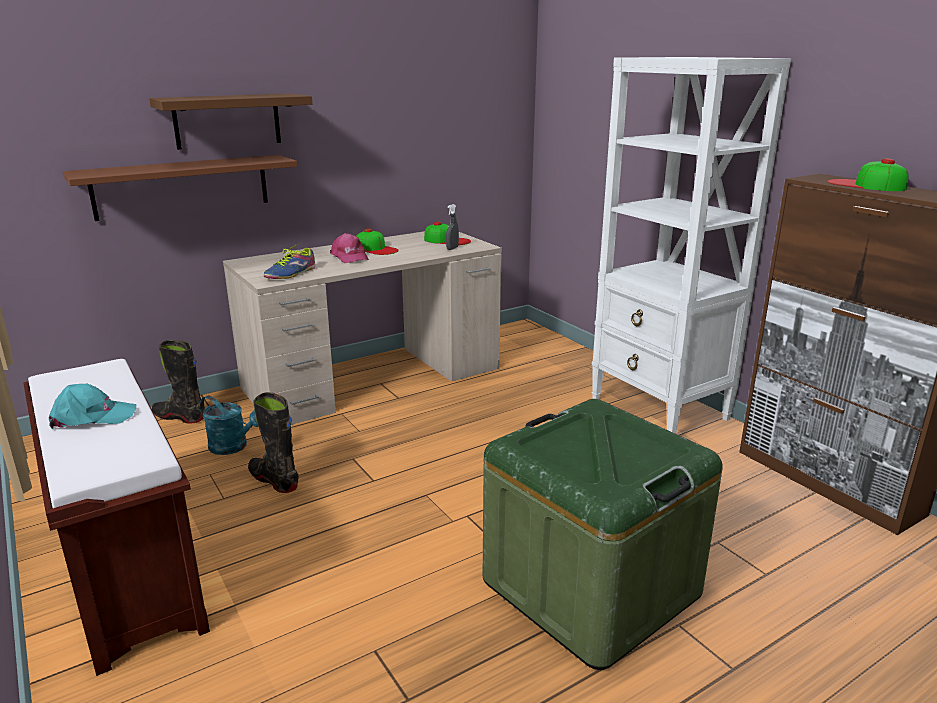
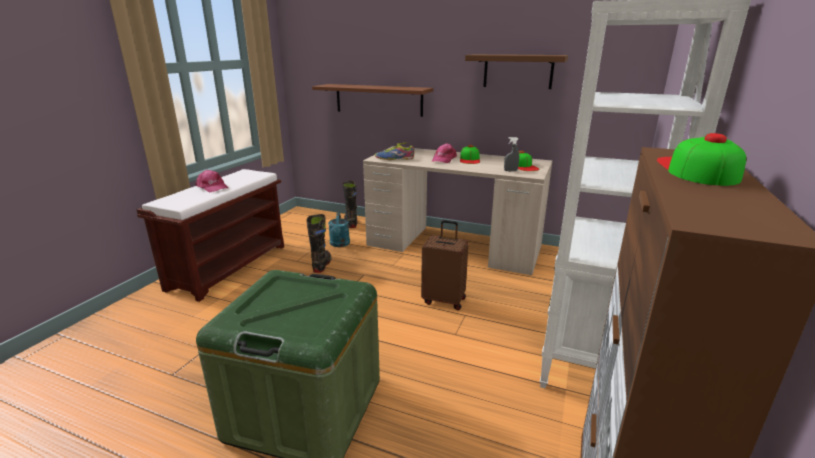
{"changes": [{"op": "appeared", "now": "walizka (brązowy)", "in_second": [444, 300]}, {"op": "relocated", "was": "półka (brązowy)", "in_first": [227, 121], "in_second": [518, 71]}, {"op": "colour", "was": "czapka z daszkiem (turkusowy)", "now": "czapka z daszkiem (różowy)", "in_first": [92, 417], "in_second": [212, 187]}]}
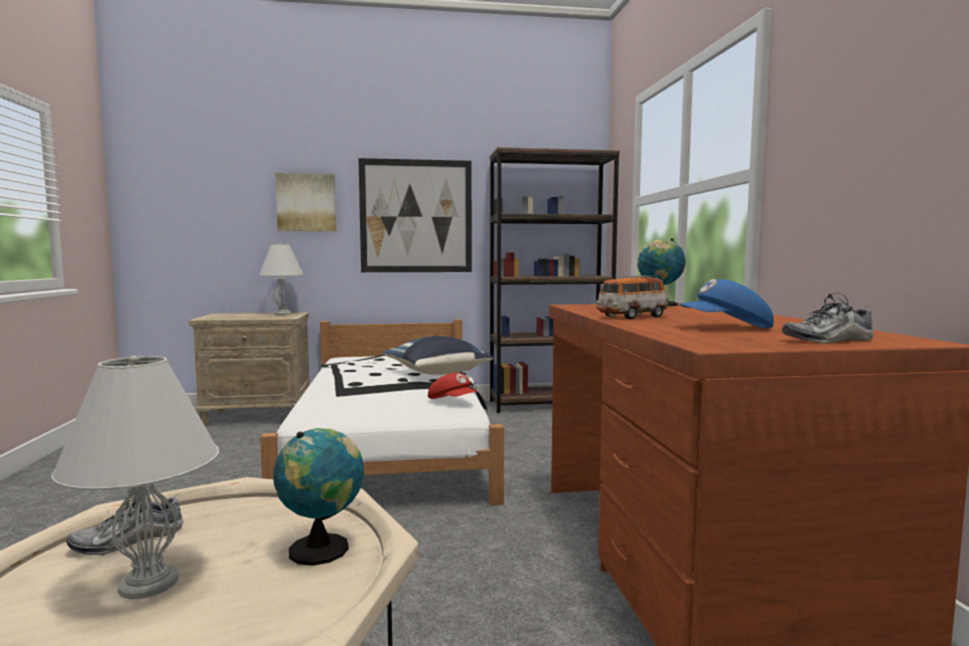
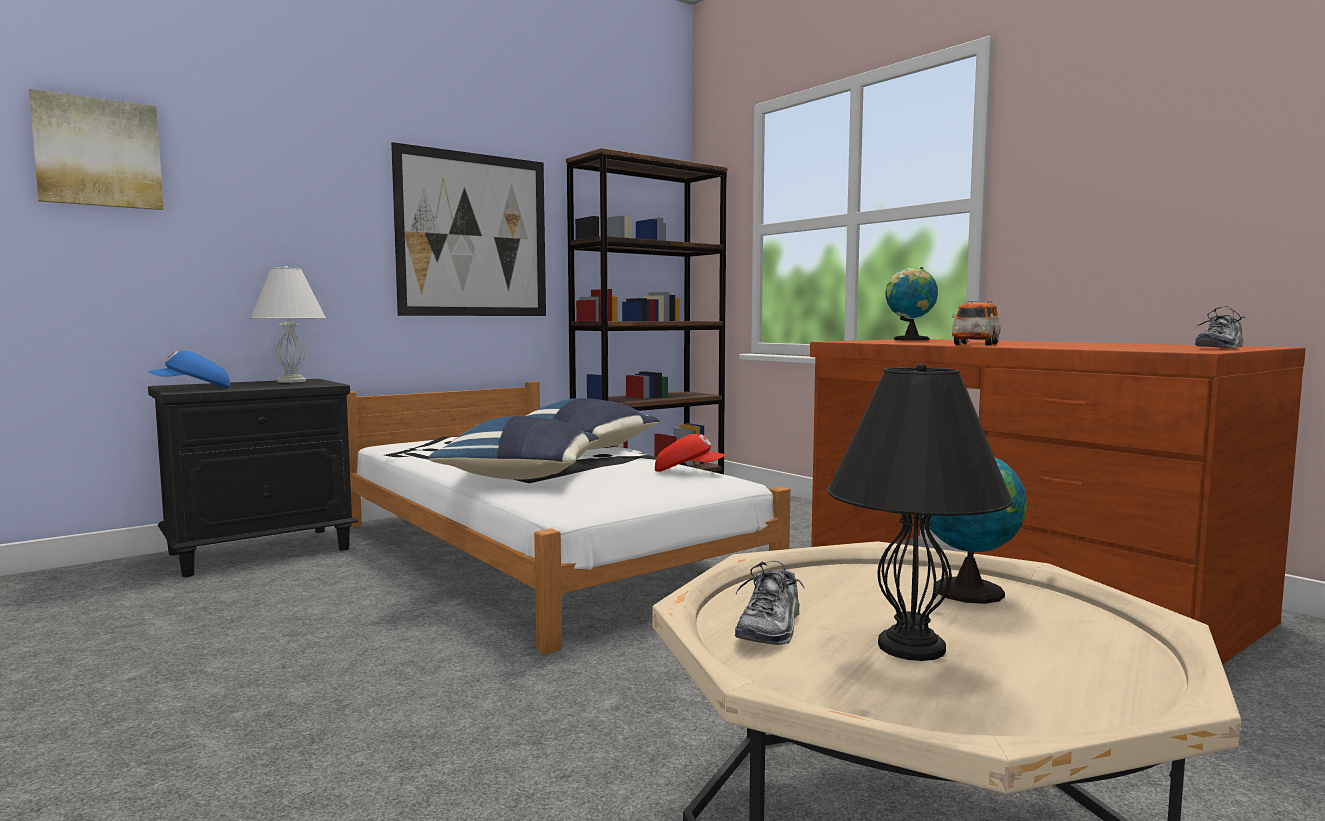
{"changes": [{"op": "appeared", "now": "poduszka (niebieski)", "in_second": [522, 477]}, {"op": "relocated", "was": "obraz", "in_first": [306, 202], "in_second": [98, 153]}, {"op": "relocated", "was": "czapka z daszkiem (niebieski)", "in_first": [727, 328], "in_second": [192, 388]}, {"op": "colour", "was": "lampa stołowa (biały)", "now": "lampa stołowa (czarny)", "in_first": [147, 584], "in_second": [911, 648]}, {"op": "colour", "was": "szafka nocna (beżowy)", "now": "szafka nocna (czarny)", "in_first": [258, 416], "in_second": [262, 551]}]}
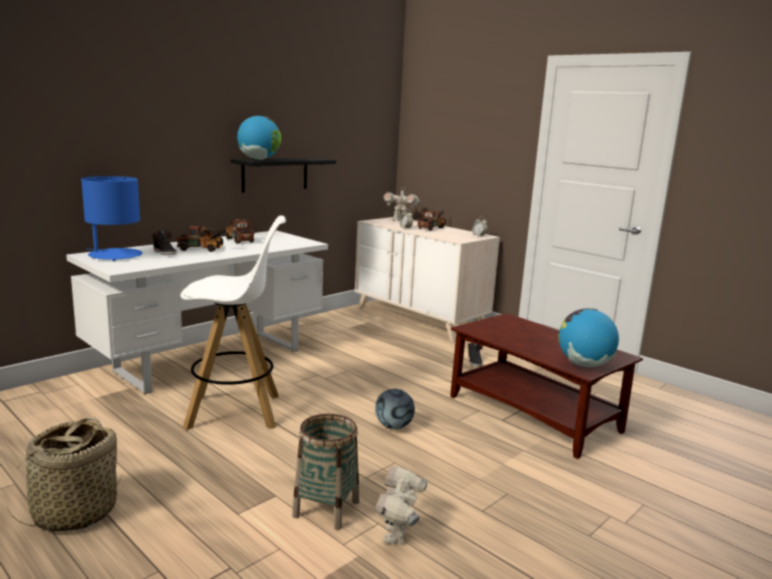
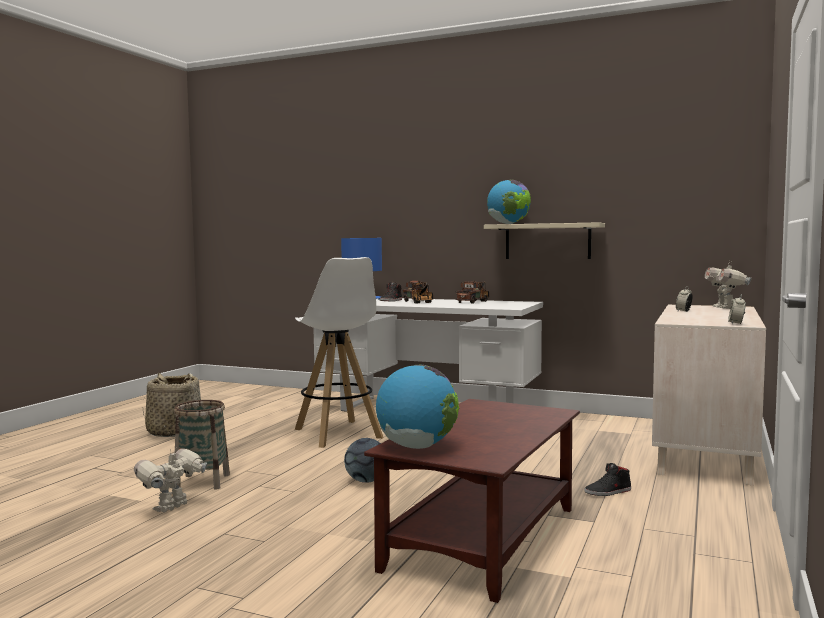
{"changes": [{"op": "missing", "was": "ciężarówka zabawkowa", "in_first": [432, 228]}, {"op": "colour", "was": "półka (czarny)", "now": "półka (beżowy)", "in_first": [275, 174], "in_second": [547, 241]}, {"op": "spun", "was": "robot zabawkowy", "in_first": [398, 535], "in_second": [172, 508], "clockwise": -45}]}
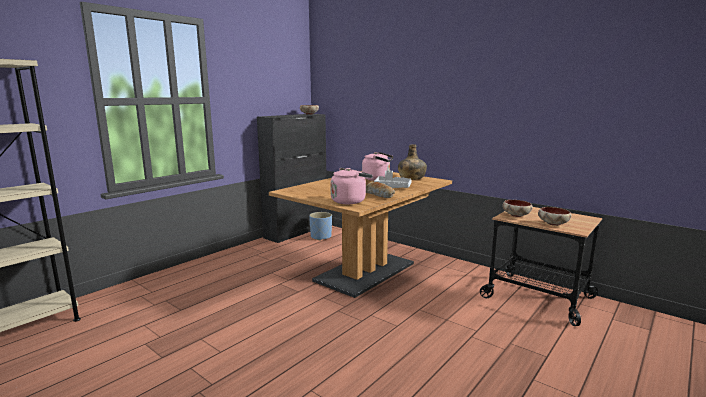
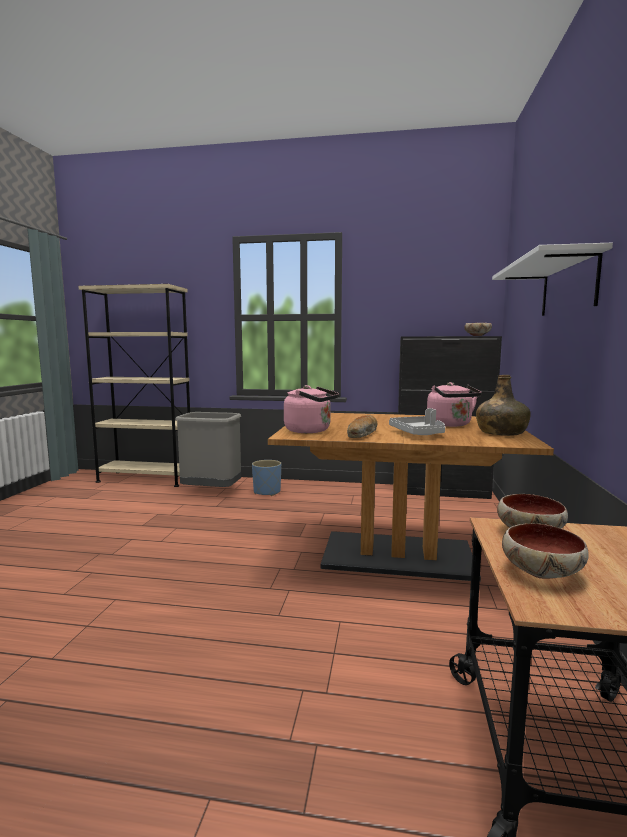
{"changes": [{"op": "appeared", "now": "kosz na śmieci (szary)", "in_second": [212, 491]}, {"op": "appeared", "now": "półka (biały)", "in_second": [568, 286]}, {"op": "relocated", "was": "donica (niebieski)", "in_first": [321, 237], "in_second": [267, 492]}]}
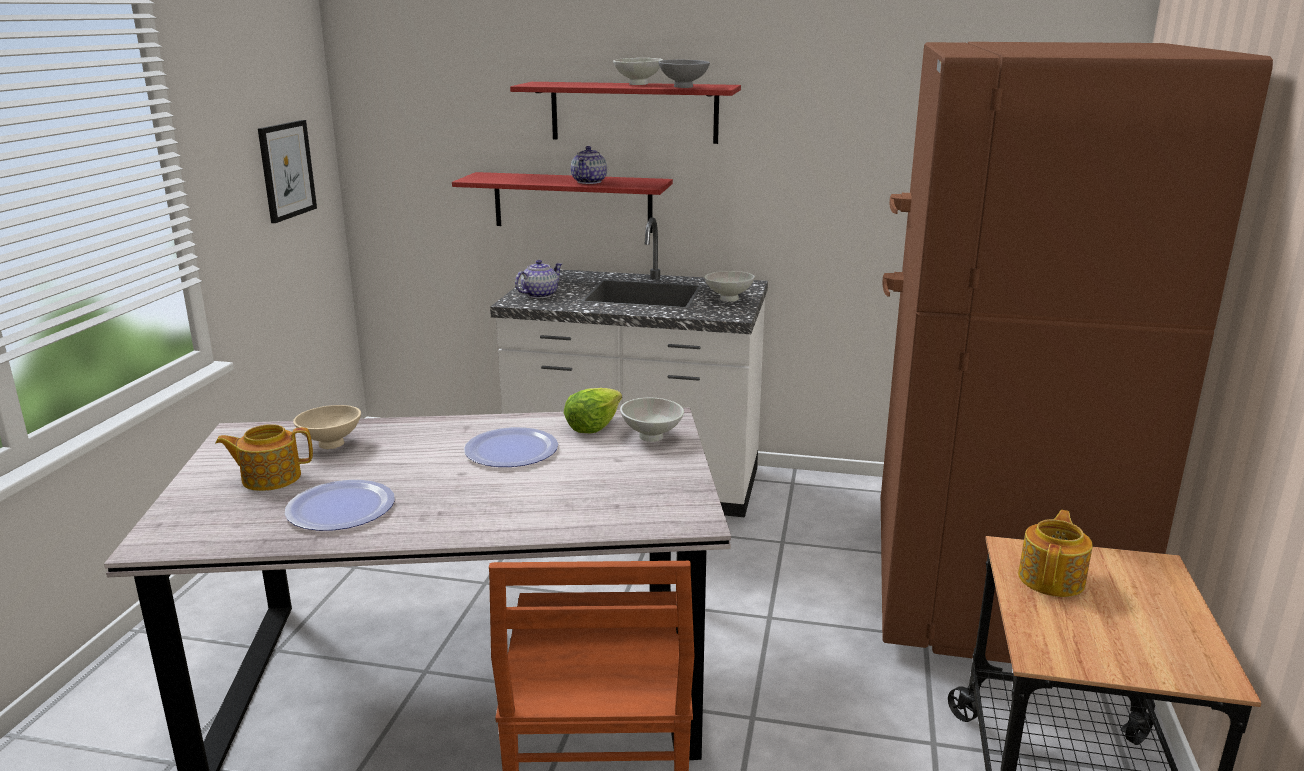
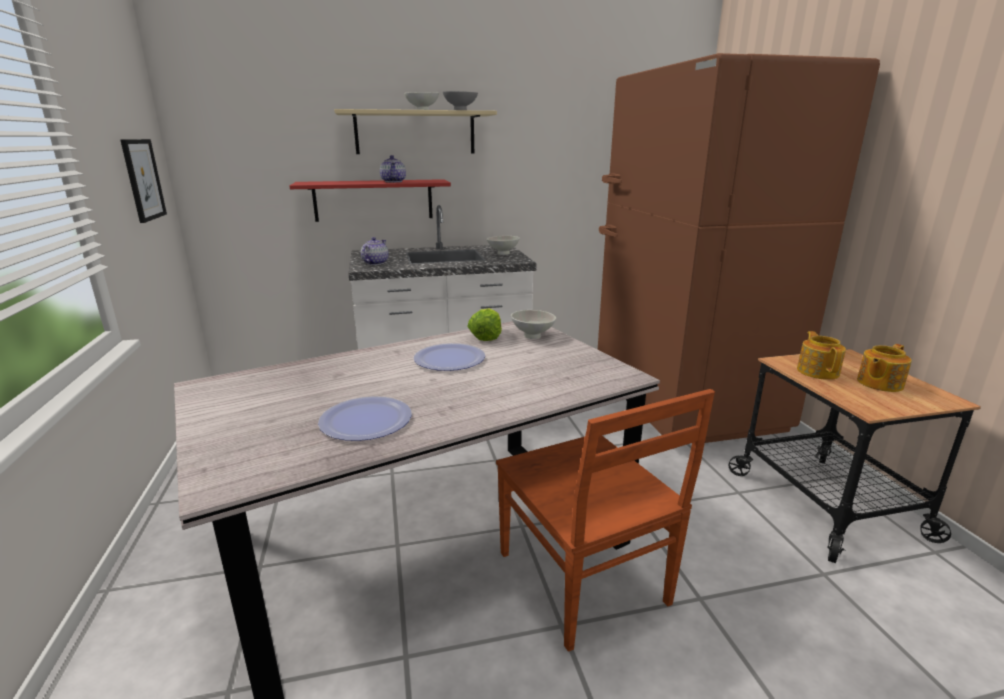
{"changes": [{"op": "missing", "was": "miska (beżowy)", "in_first": [329, 444]}, {"op": "relocated", "was": "imbryk", "in_first": [270, 478], "in_second": [878, 383]}, {"op": "colour", "was": "półka (czerwony)", "now": "półka (beżowy)", "in_first": [634, 112], "in_second": [415, 133]}]}
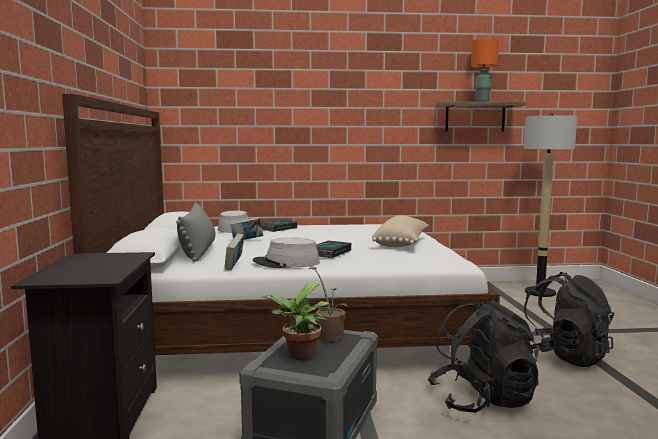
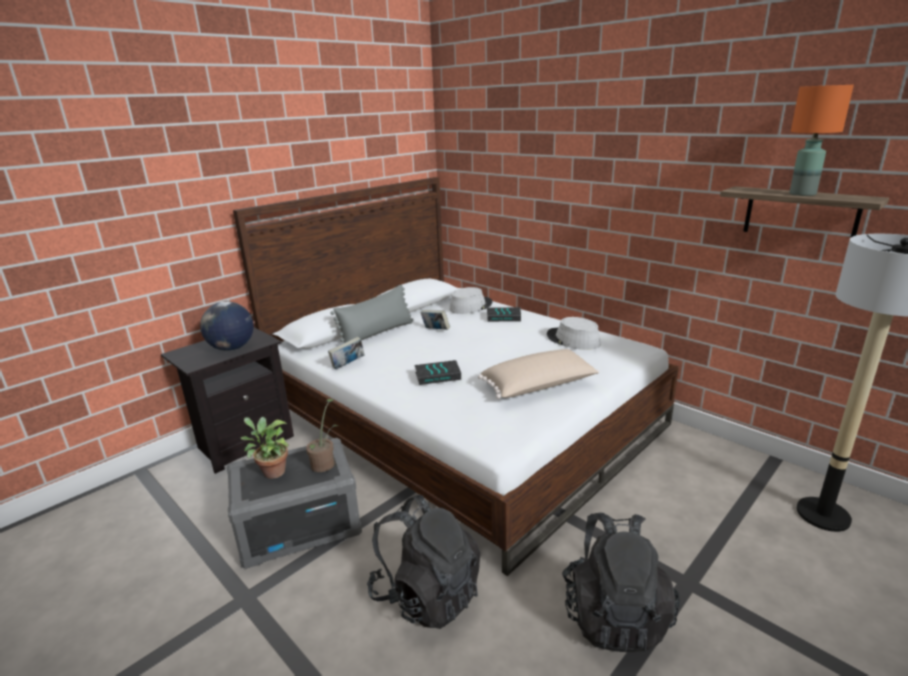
{"changes": [{"op": "appeared", "now": "globus", "in_second": [231, 348]}, {"op": "relocated", "was": "kapelusz (szary)", "in_first": [286, 263], "in_second": [573, 340]}]}
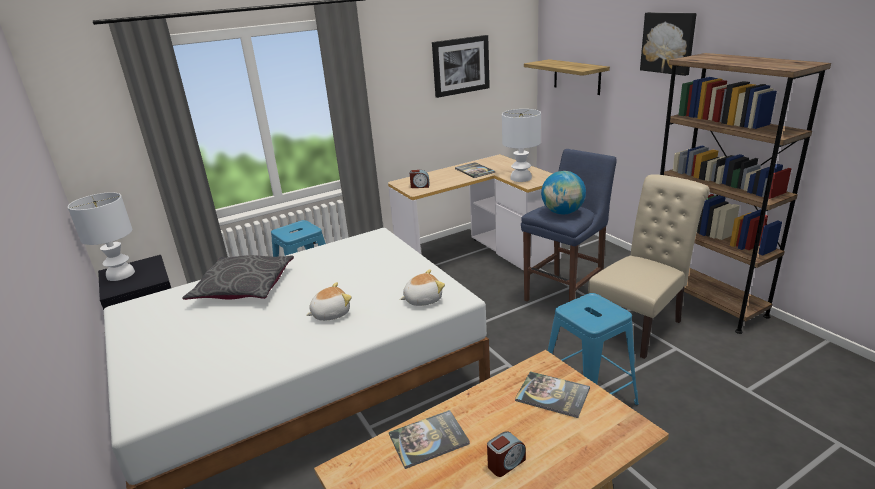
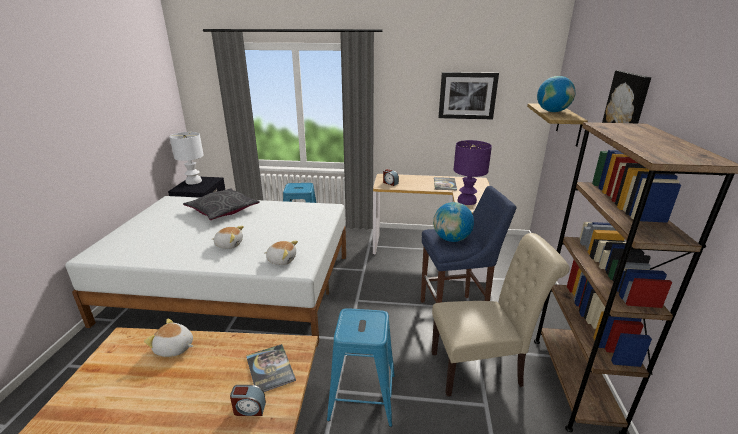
{"changes": [{"op": "appeared", "now": "globus", "in_second": [552, 111]}, {"op": "relocated", "was": "budzik", "in_first": [506, 463], "in_second": [249, 409]}, {"op": "exchanged", "was": "książka", "now": "pluszak", "in_first": [428, 439], "in_second": [174, 348]}, {"op": "colour", "was": "lampa stołowa (biały)", "now": "lampa stołowa (fioletowy)", "in_first": [521, 178], "in_second": [467, 201]}]}
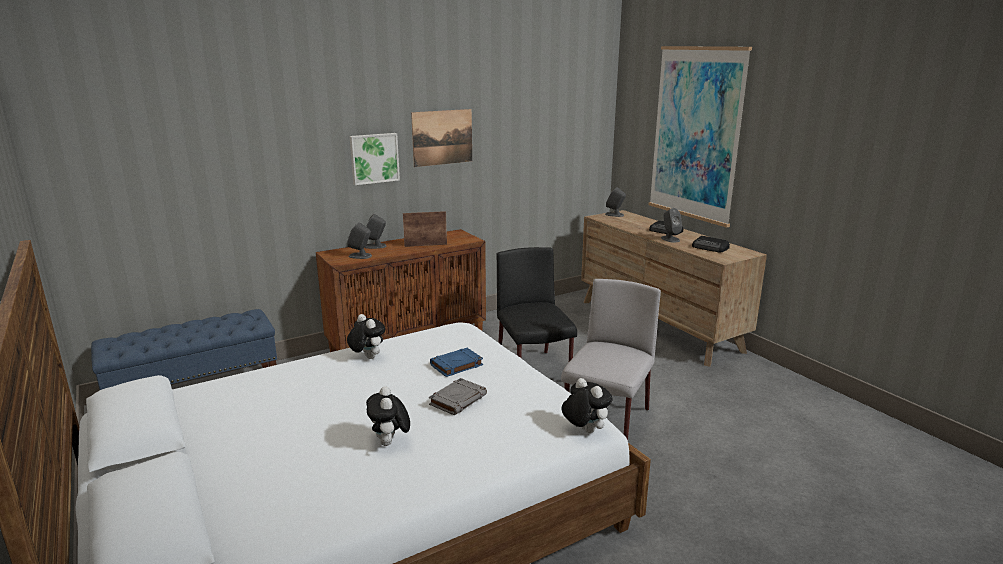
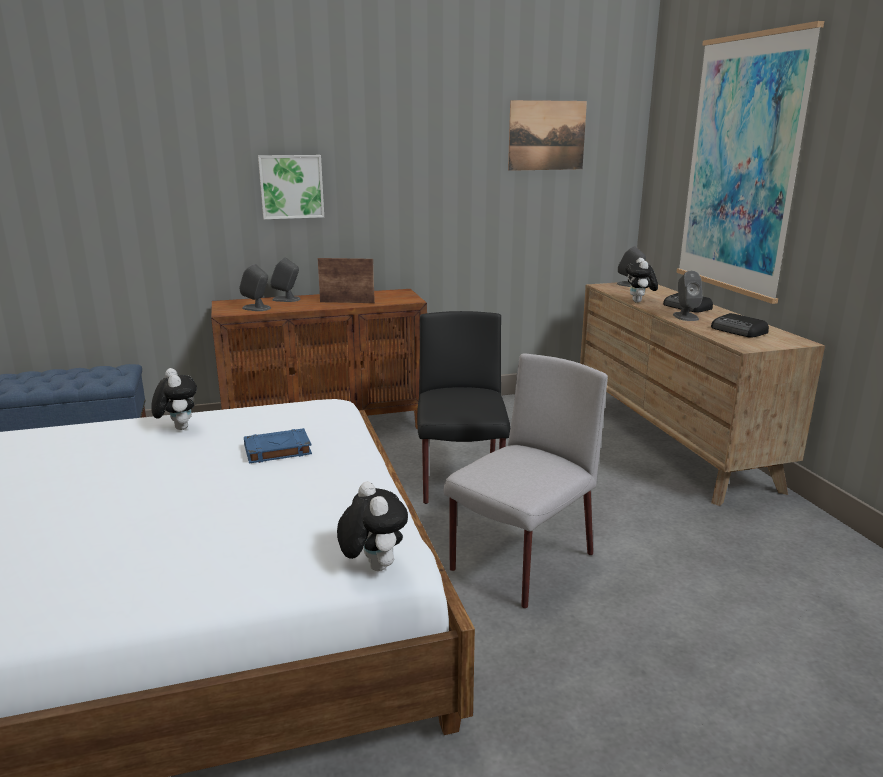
{"changes": [{"op": "missing", "was": "książka (szary)", "in_first": [458, 400]}, {"op": "relocated", "was": "pluszak", "in_first": [390, 443], "in_second": [639, 302]}, {"op": "relocated", "was": "obraz", "in_first": [442, 137], "in_second": [547, 135]}]}
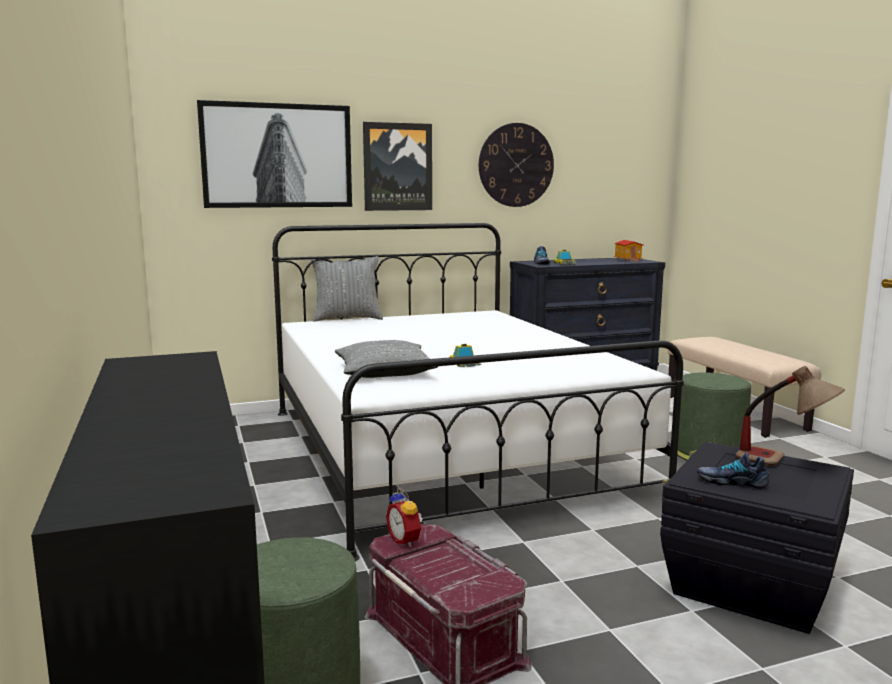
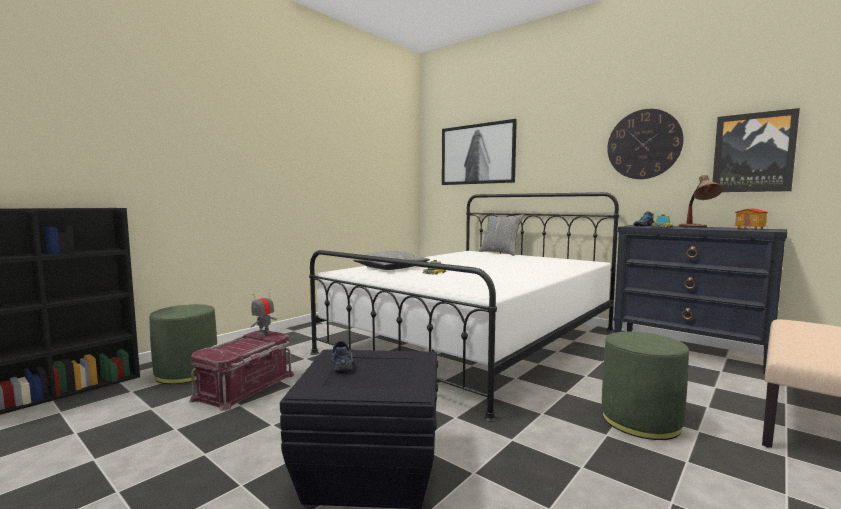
{"changes": [{"op": "relocated", "was": "obraz", "in_first": [397, 167], "in_second": [753, 152]}, {"op": "relocated", "was": "lampa stołowa", "in_first": [785, 463], "in_second": [698, 227]}, {"op": "exchanged", "was": "budzik", "now": "robot zabawkowy", "in_first": [406, 540], "in_second": [264, 334]}]}
